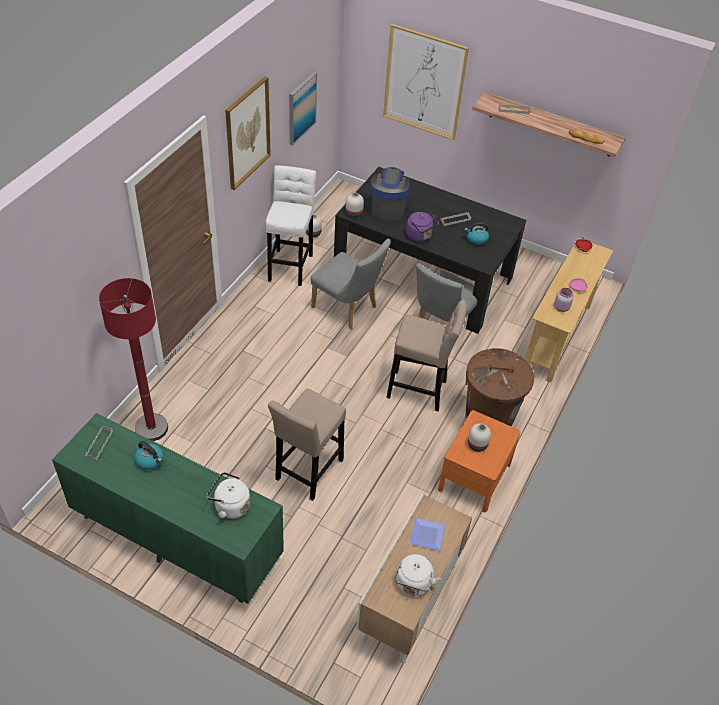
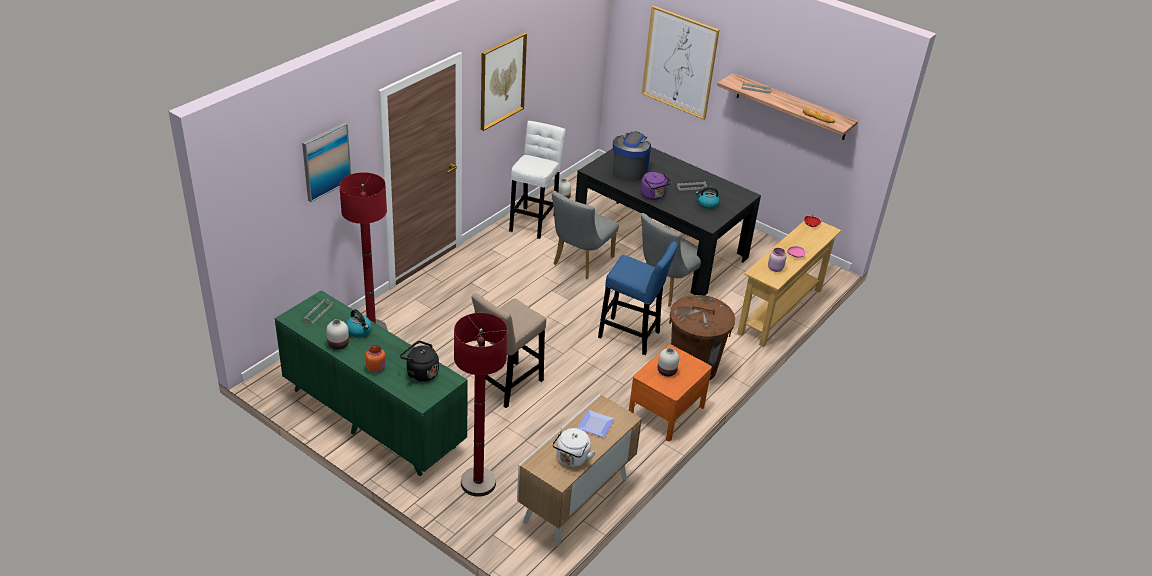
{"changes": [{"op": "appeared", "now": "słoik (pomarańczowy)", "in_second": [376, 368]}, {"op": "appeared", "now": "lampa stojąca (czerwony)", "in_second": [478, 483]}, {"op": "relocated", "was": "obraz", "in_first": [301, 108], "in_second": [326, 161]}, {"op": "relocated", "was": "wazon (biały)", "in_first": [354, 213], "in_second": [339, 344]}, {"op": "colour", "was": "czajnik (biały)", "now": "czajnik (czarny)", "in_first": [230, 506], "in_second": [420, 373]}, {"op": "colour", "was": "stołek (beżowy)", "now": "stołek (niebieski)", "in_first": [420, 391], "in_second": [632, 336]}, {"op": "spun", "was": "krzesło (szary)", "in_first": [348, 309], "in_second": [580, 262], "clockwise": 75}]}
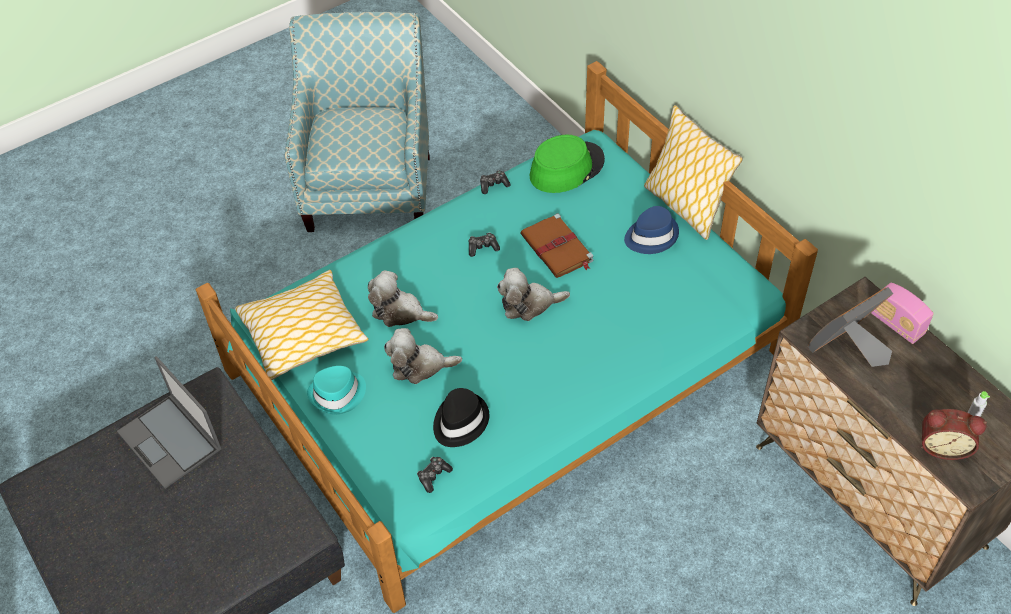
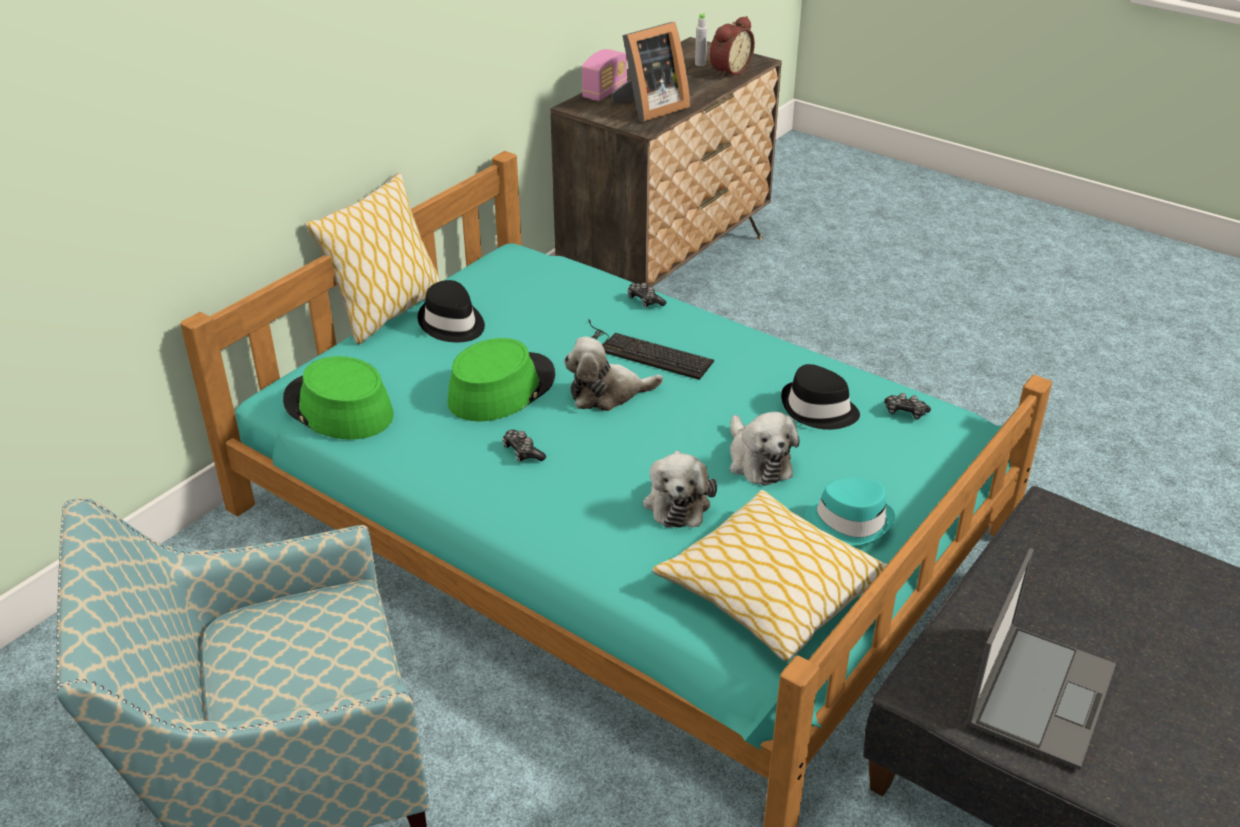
{"changes": [{"op": "appeared", "now": "klawiatura", "in_second": [644, 352]}, {"op": "relocated", "was": "pad do gier", "in_first": [493, 185], "in_second": [645, 301]}, {"op": "exchanged", "was": "książka (brązowy)", "now": "kapelusz (zielony)", "in_first": [557, 249], "in_second": [501, 388]}, {"op": "colour", "was": "kapelusz (niebieski)", "now": "kapelusz (czarny)", "in_first": [651, 236], "in_second": [452, 324]}, {"op": "spun", "was": "pluszak", "in_first": [529, 304], "in_second": [607, 394], "clockwise": 105}, {"op": "spun", "was": "ramka na zdjęcie", "in_first": [848, 349], "in_second": [649, 109], "clockwise": -75}, {"op": "spun", "was": "budzik", "in_first": [943, 445], "in_second": [728, 71], "clockwise": 45}]}
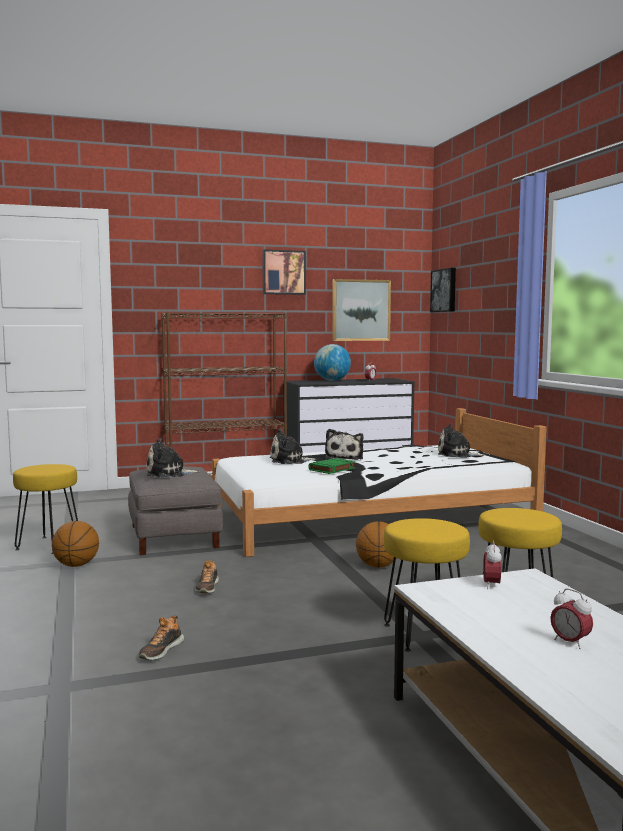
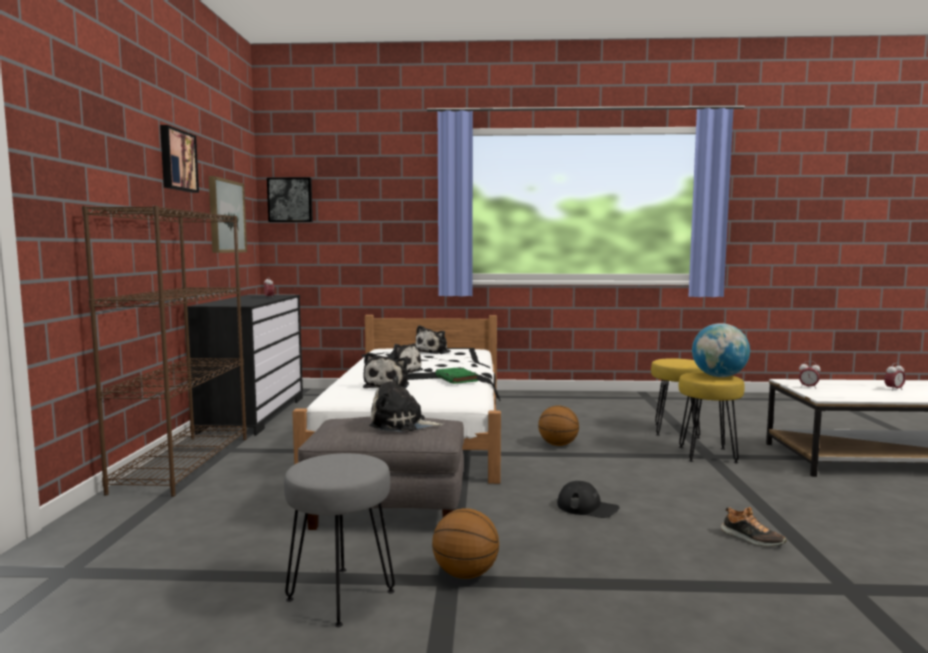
{"changes": [{"op": "relocated", "was": "globus", "in_first": [332, 380], "in_second": [719, 376]}, {"op": "exchanged", "was": "but", "now": "czapka z daszkiem (czarny)", "in_first": [207, 587], "in_second": [587, 507]}, {"op": "colour", "was": "stołek (żółty)", "now": "stołek (szary)", "in_first": [49, 545], "in_second": [341, 595]}, {"op": "spun", "was": "pluszak", "in_first": [168, 474], "in_second": [401, 424], "clockwise": 90}]}
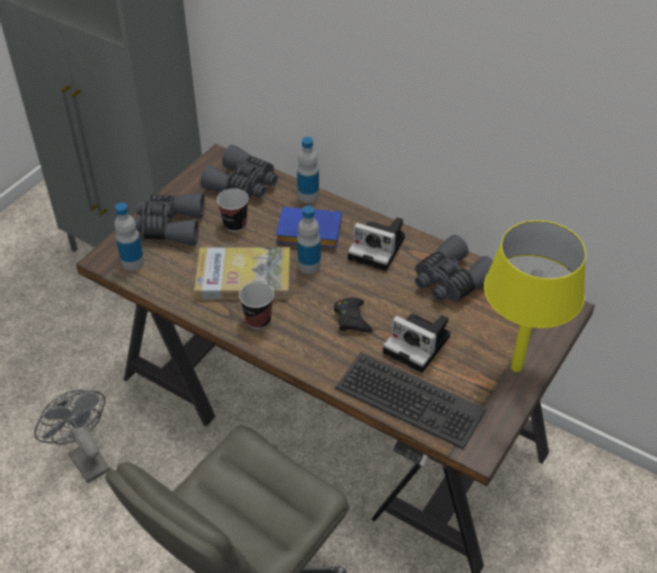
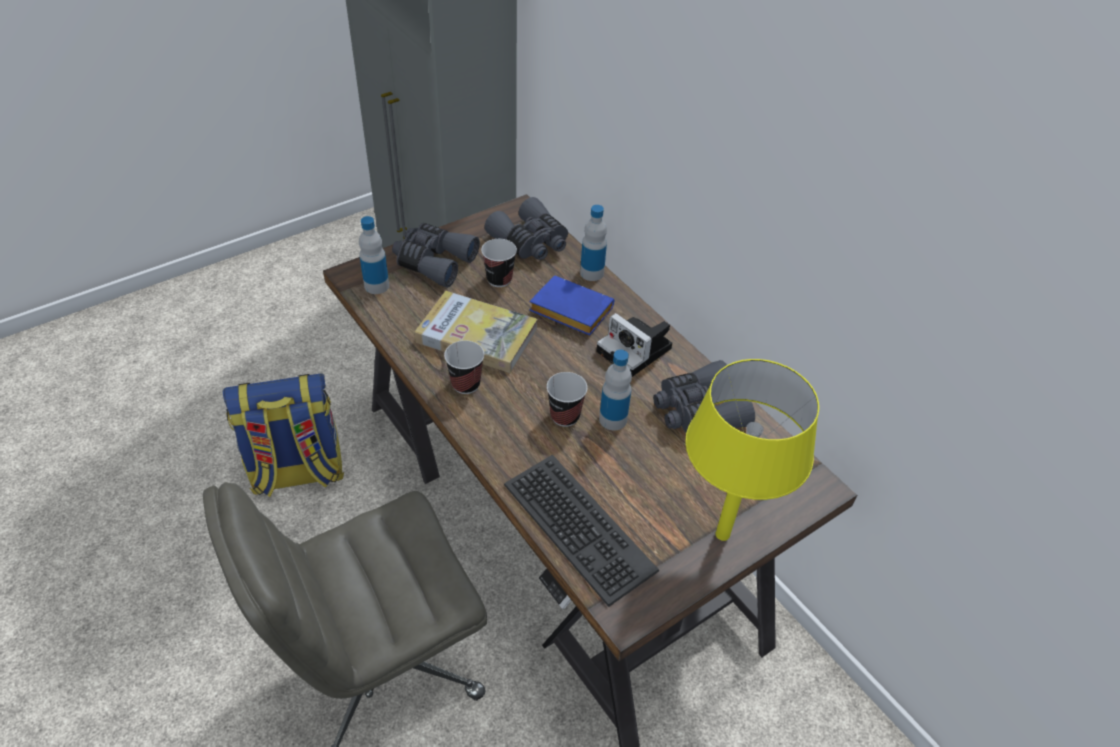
{"changes": [{"op": "missing", "was": "aparat fotograficzny", "in_first": [419, 345]}, {"op": "relocated", "was": "butelka", "in_first": [309, 265], "in_second": [613, 419]}, {"op": "exchanged", "was": "wentylator (szary)", "now": "plecak", "in_first": [85, 457], "in_second": [297, 473]}, {"op": "exchanged", "was": "pad do gier (czarny)", "now": "filiżanka", "in_first": [352, 319], "in_second": [565, 416]}]}
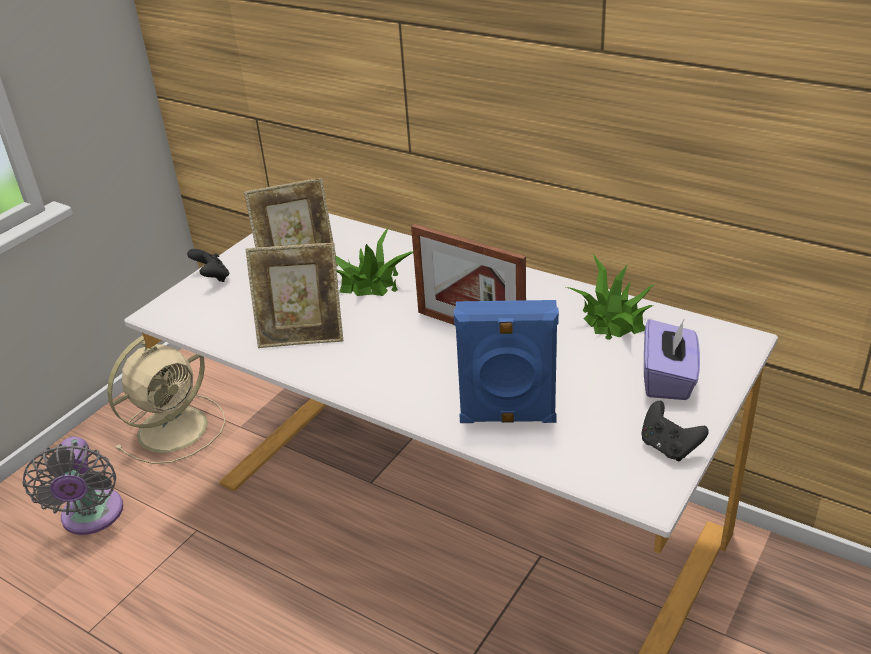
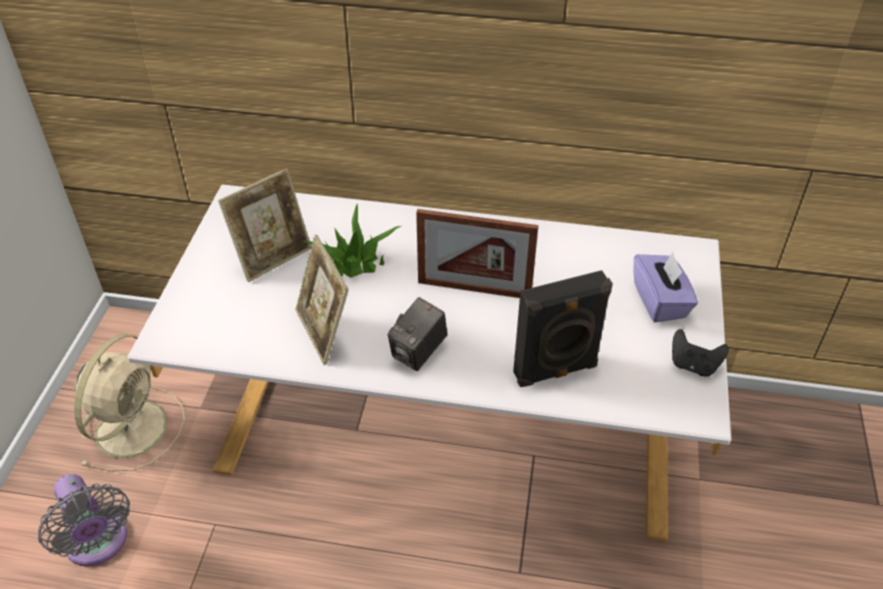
{"changes": [{"op": "missing", "was": "pad do gier (czarny)", "in_first": [212, 278]}, {"op": "missing", "was": "roślina doniczkowa", "in_first": [613, 319]}, {"op": "appeared", "now": "aparat fotograficzny", "in_second": [418, 353]}, {"op": "colour", "was": "głośnik (niebieski)", "now": "głośnik (czarny)", "in_first": [507, 418], "in_second": [556, 371]}, {"op": "spun", "was": "ramka na zdjęcie", "in_first": [302, 335], "in_second": [324, 332], "clockwise": 90}]}
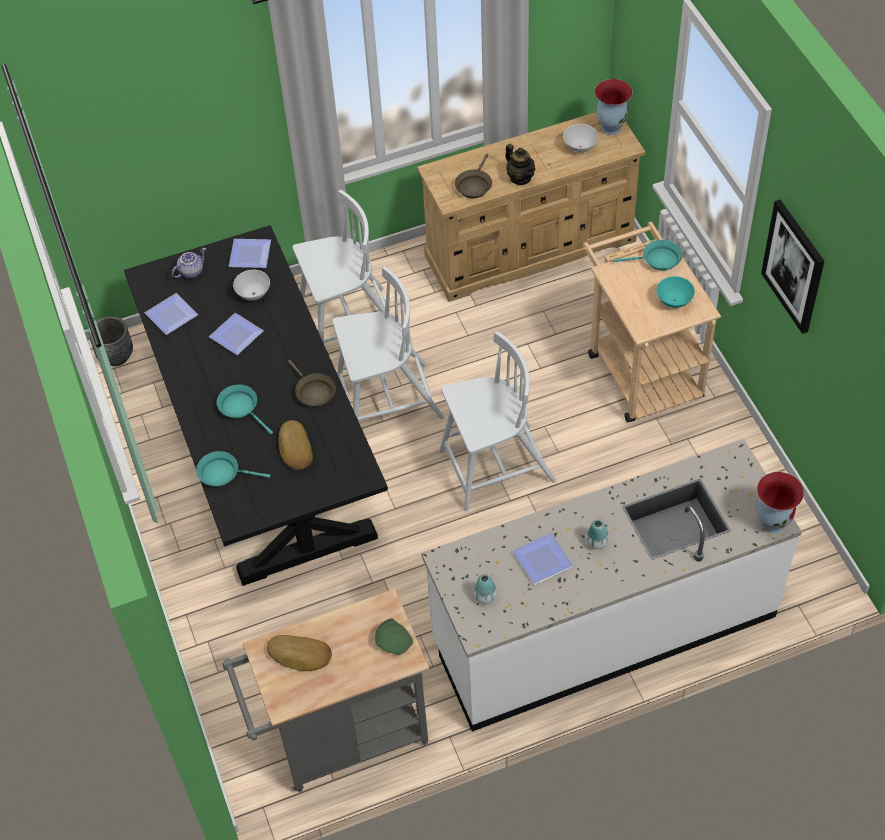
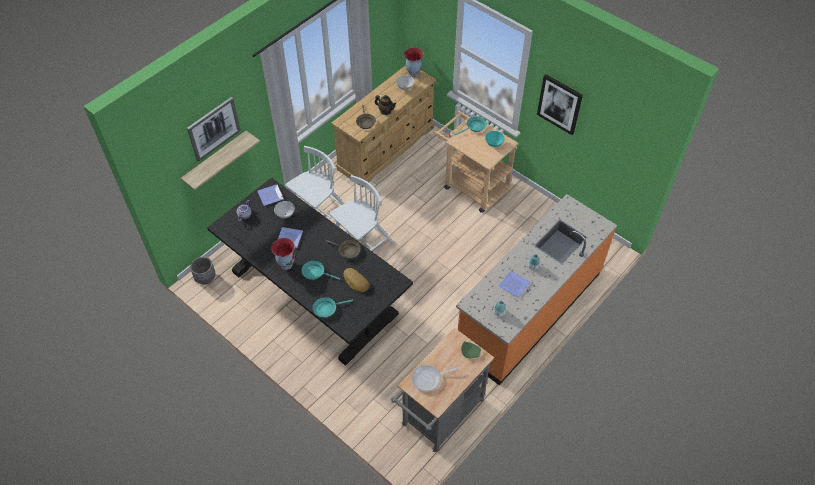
{"changes": [{"op": "missing", "was": "talerz", "in_first": [171, 317]}, {"op": "missing", "was": "krzesło (biały)", "in_first": [494, 467]}, {"op": "appeared", "now": "półka", "in_second": [216, 161]}, {"op": "appeared", "now": "obraz", "in_second": [213, 128]}, {"op": "relocated", "was": "wazon", "in_first": [772, 523], "in_second": [286, 264]}, {"op": "exchanged", "was": "chleb", "now": "patelnia", "in_first": [299, 655], "in_second": [429, 379]}, {"op": "colour", "was": "zabudowa kuchenna (biały)", "now": "zabudowa kuchenna (pomarańczowy)", "in_first": [603, 627], "in_second": [528, 311]}]}
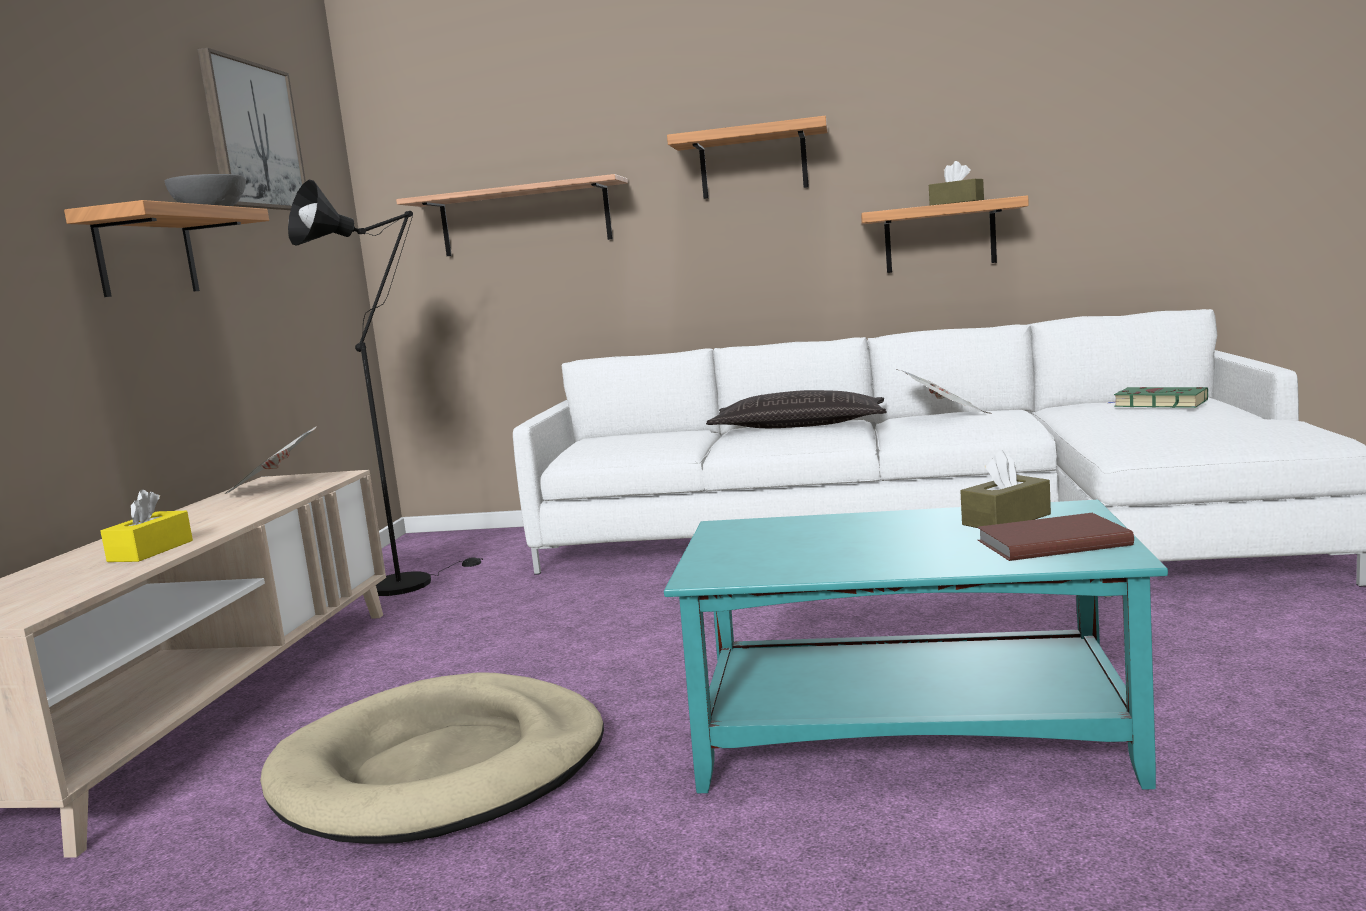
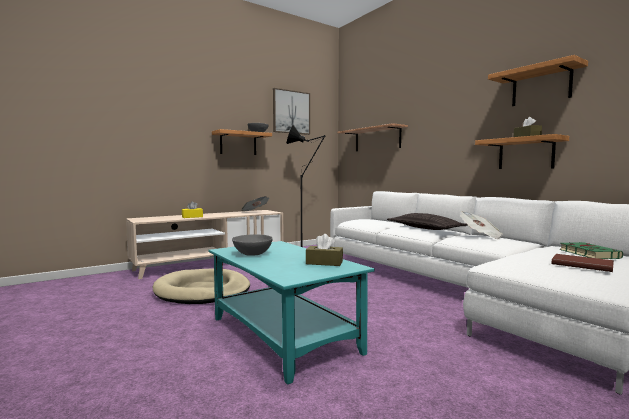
{"changes": [{"op": "appeared", "now": "miska (szary)", "in_second": [252, 254]}, {"op": "relocated", "was": "półka", "in_first": [753, 162], "in_second": [541, 86]}, {"op": "relocated", "was": "książka (brązowy)", "in_first": [1049, 542], "in_second": [581, 264]}]}
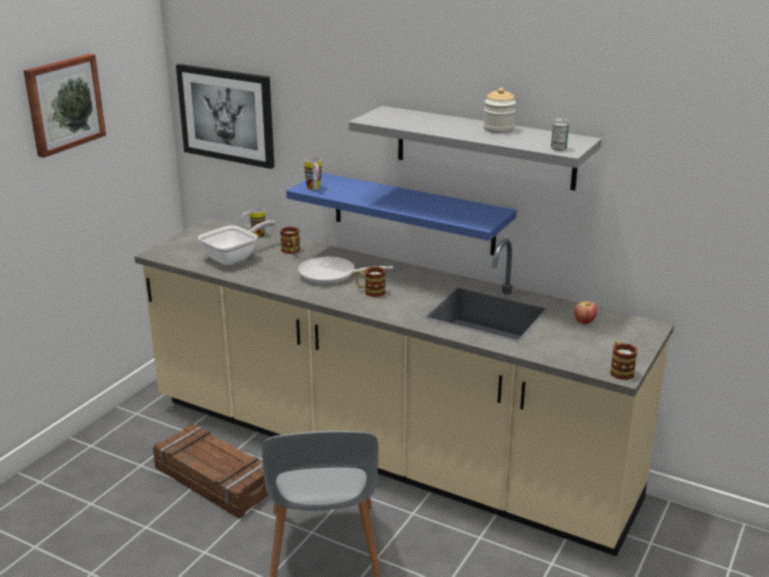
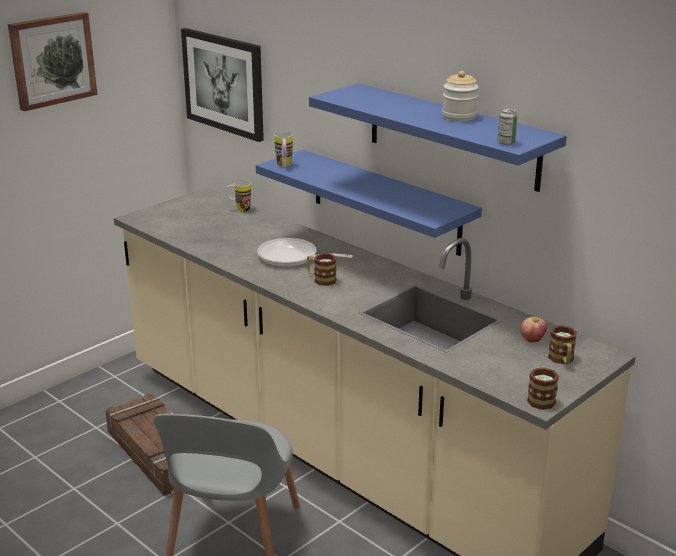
{"changes": [{"op": "missing", "was": "patelnia", "in_first": [235, 257]}, {"op": "relocated", "was": "kubek", "in_first": [291, 251], "in_second": [562, 360]}, {"op": "colour", "was": "półka (szary)", "now": "półka (niebieski)", "in_first": [484, 147], "in_second": [452, 136]}]}
